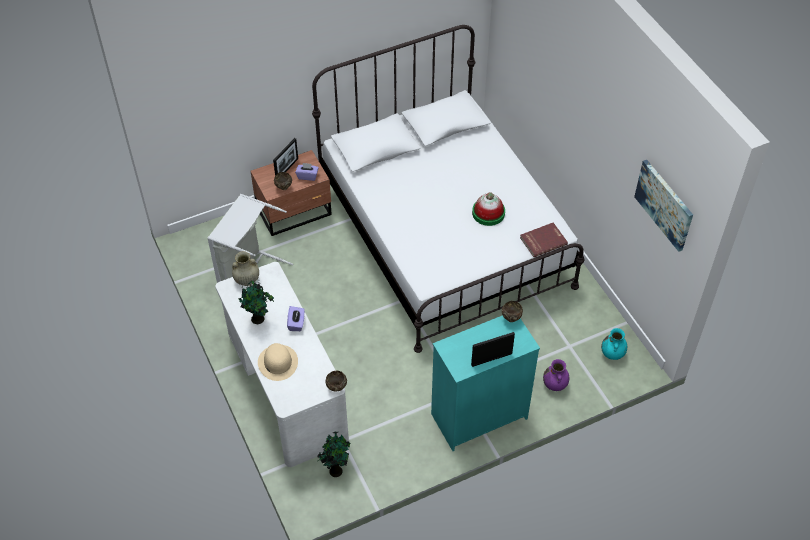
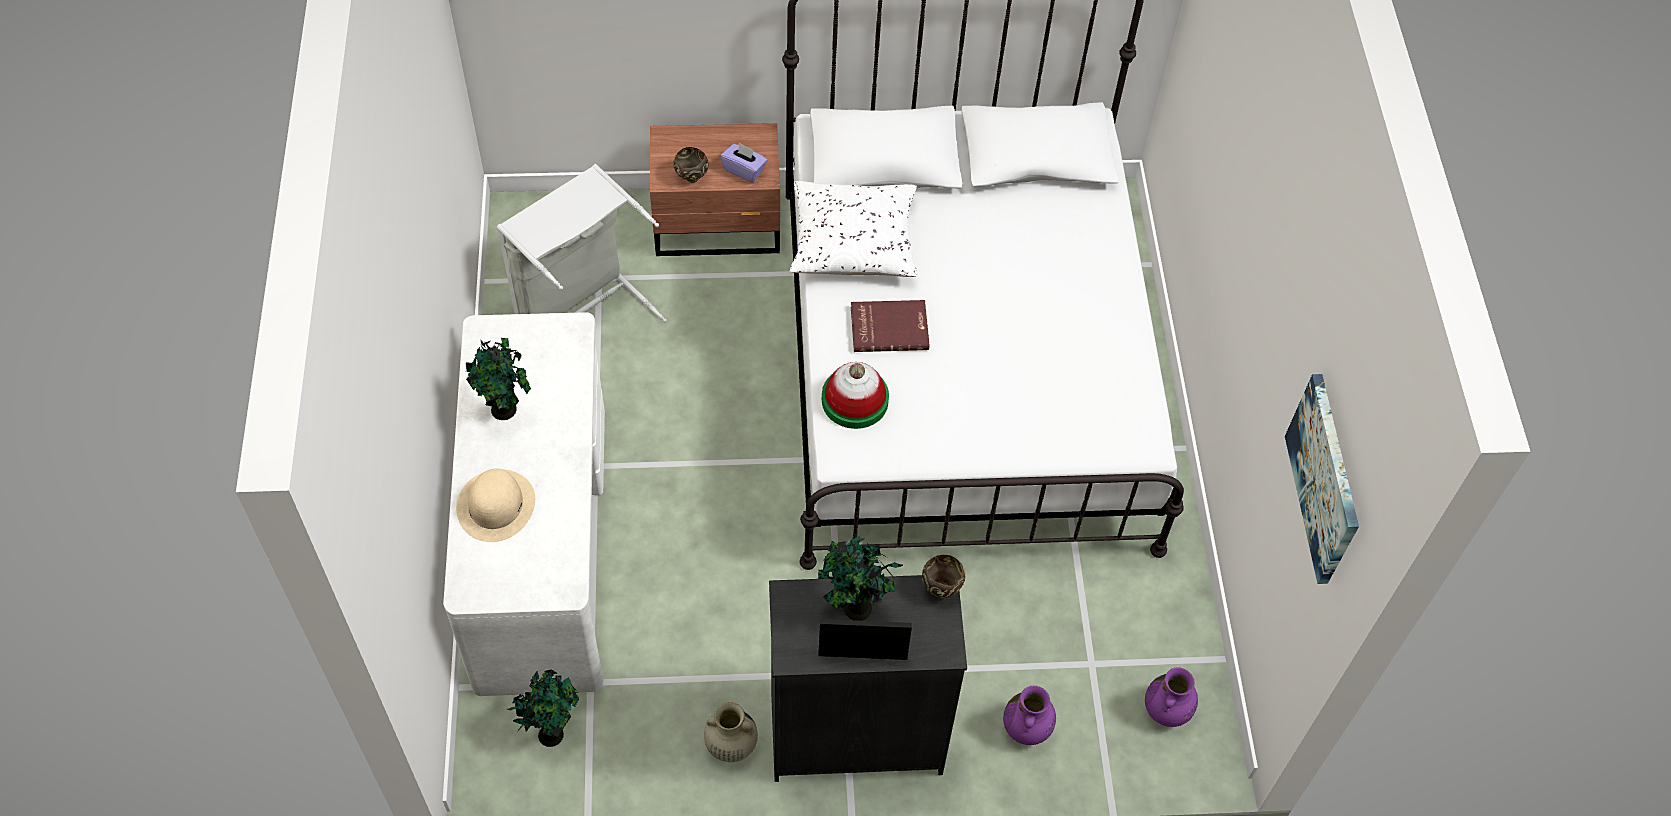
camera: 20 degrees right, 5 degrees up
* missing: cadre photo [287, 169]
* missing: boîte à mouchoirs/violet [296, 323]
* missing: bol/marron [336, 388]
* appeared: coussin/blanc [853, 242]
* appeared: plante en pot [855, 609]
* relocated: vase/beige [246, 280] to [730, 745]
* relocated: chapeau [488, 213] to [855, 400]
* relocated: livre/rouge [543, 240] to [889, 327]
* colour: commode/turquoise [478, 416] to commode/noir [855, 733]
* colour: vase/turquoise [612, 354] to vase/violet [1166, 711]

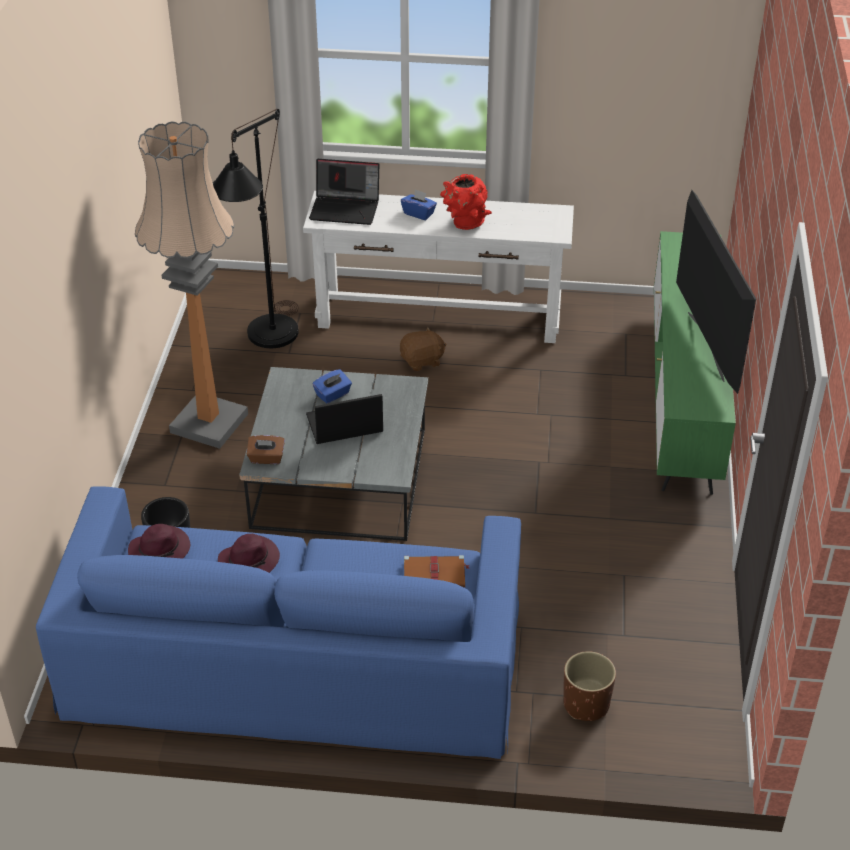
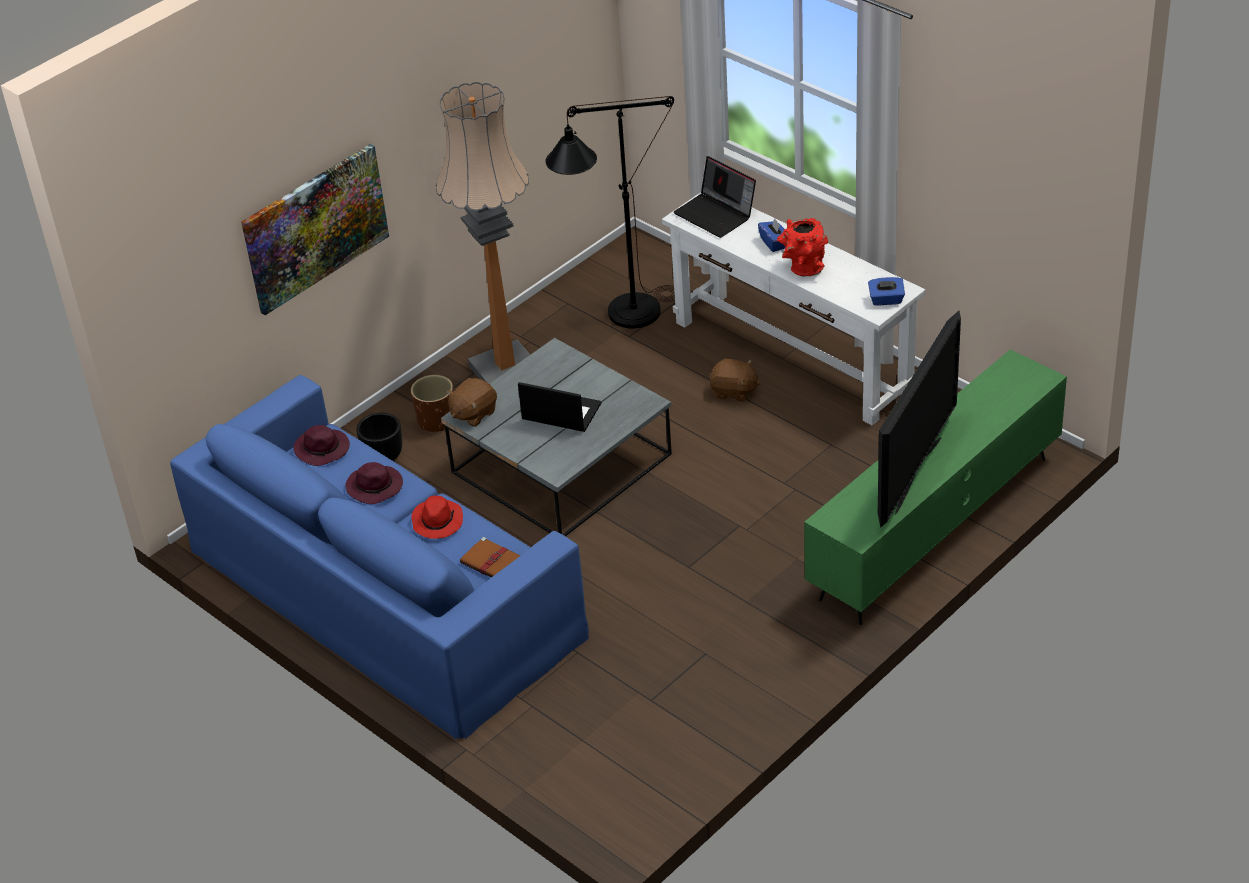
camera: 40 degrees right, 0 degrees up
* appeared: tableau [315, 228]
* appeared: chapeau/rouge [437, 521]
* relocated: boîte à mouchoirs/bleu [333, 395] to [886, 300]
* relocated: cache-pot/marron [585, 704] to [436, 421]
* exchanged: boîte à mouchoirs/marron [266, 458] to peluche/marron [473, 413]

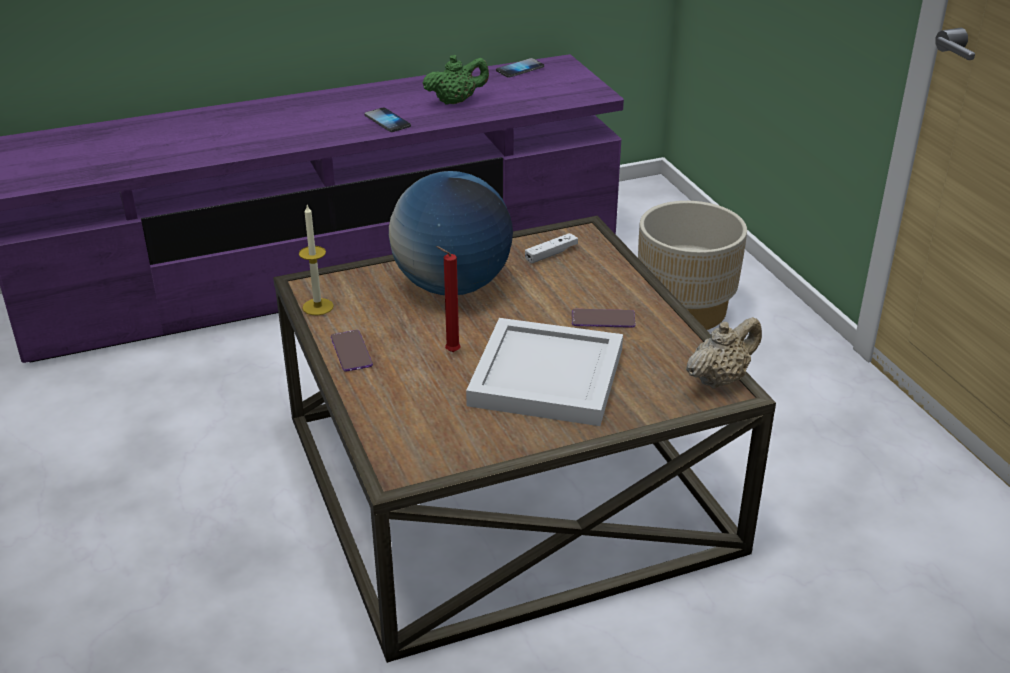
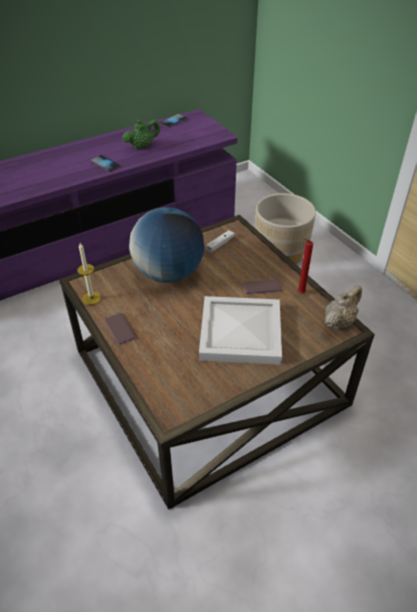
camera: 10 degrees left, 10 degrees up
* relocated: bougie/rouge [450, 352] to [299, 293]

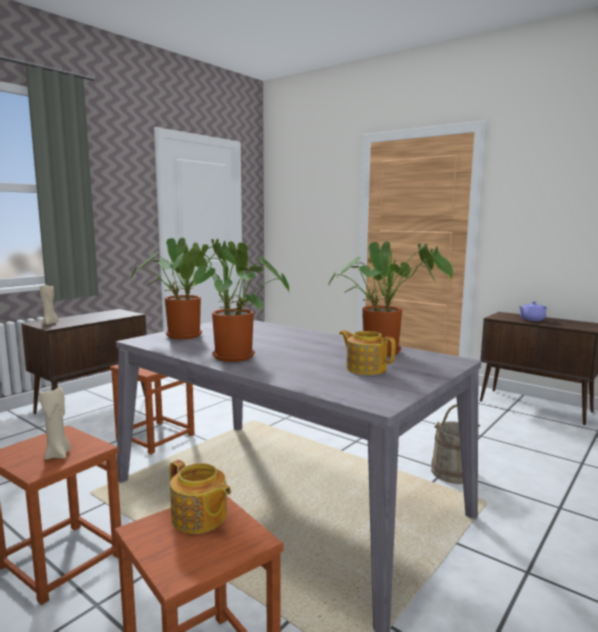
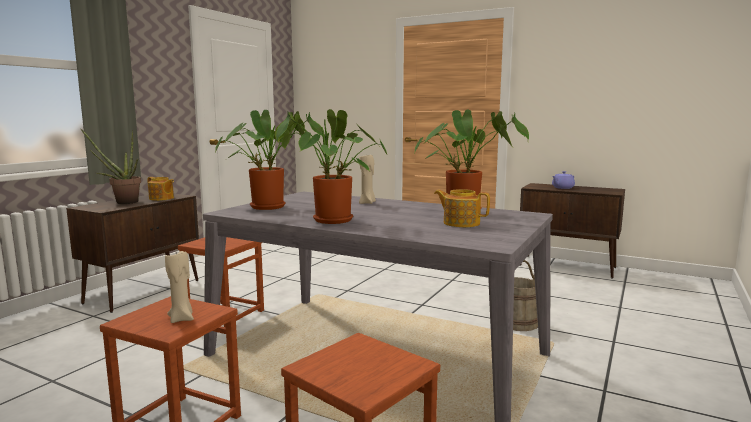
camera: 10 degrees left, 0 degrees up
* appeared: plante en pot [122, 202]
* relocated: bougie/beige [50, 323] to [367, 203]
* relocated: théière [199, 518] to [161, 198]

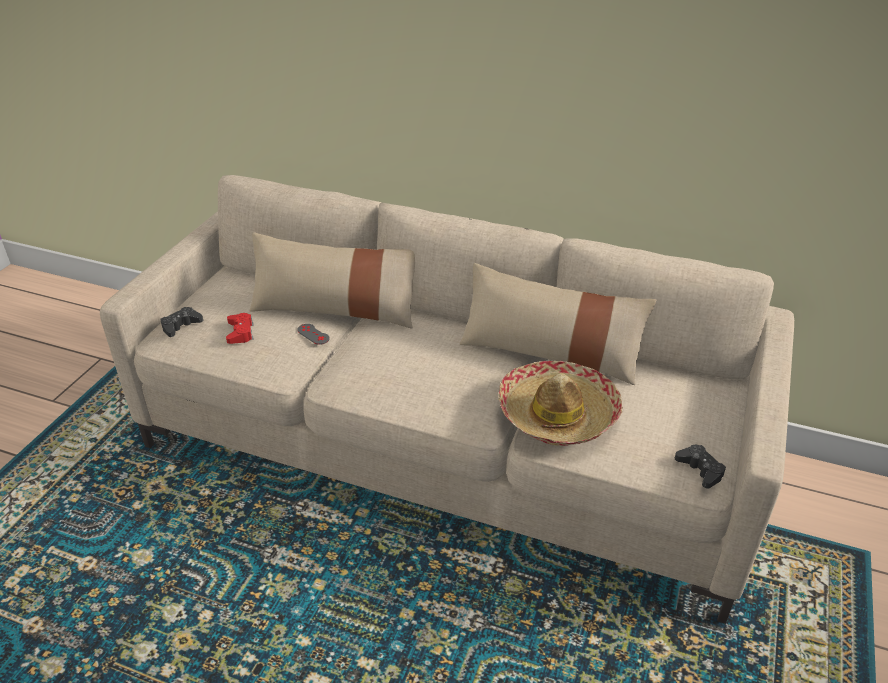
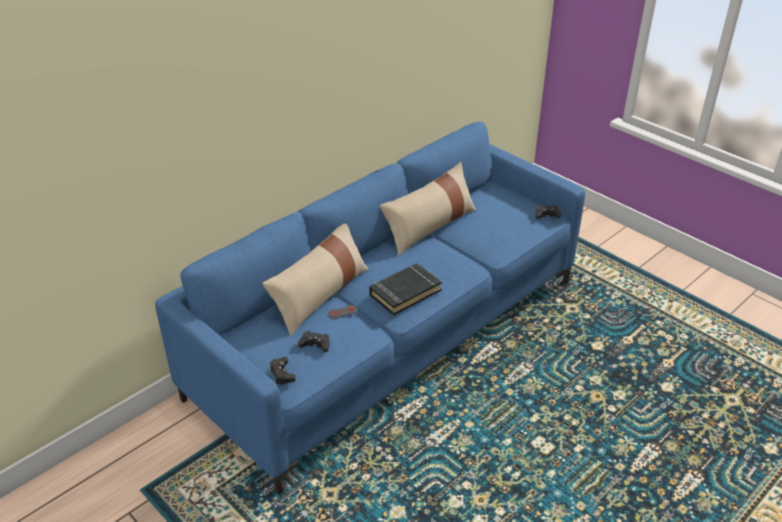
camera: 65 degrees left, 0 degrees up
* missing: chapeau [558, 414]
* appeared: livre/noir [405, 292]
* colour: canapé/beige [444, 451] to canapé/bleu [391, 337]
* colour: manette/rouge [240, 332] to manette/noir [315, 344]

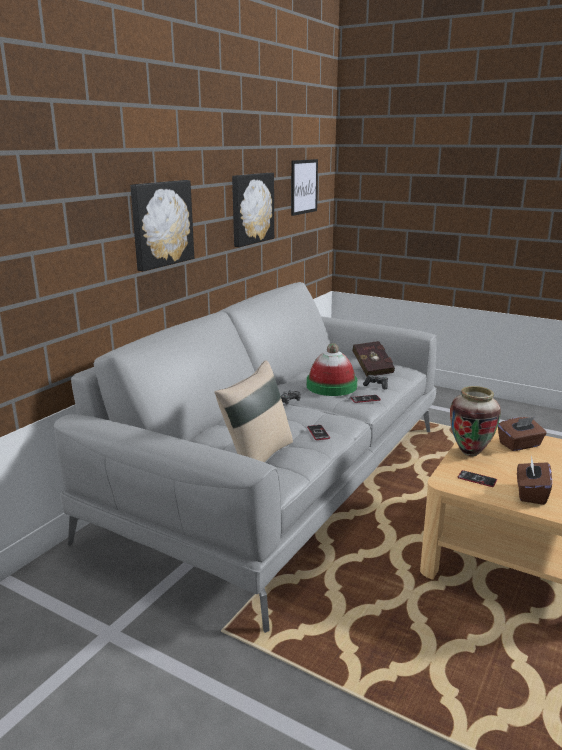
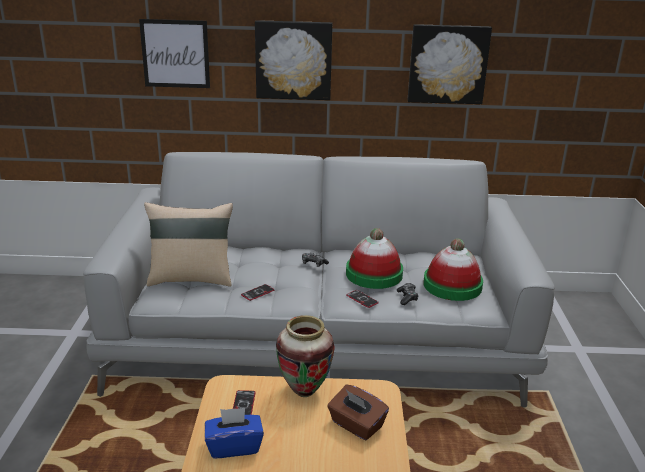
camera: 60 degrees right, 5 degrees up
* relocated: tableau [304, 186] to [175, 53]
* exchanged: livre/rouge [372, 369] to chapeau [452, 285]
* colour: boîte à mouchoirs/marron [530, 493] to boîte à mouchoirs/bleu [234, 446]

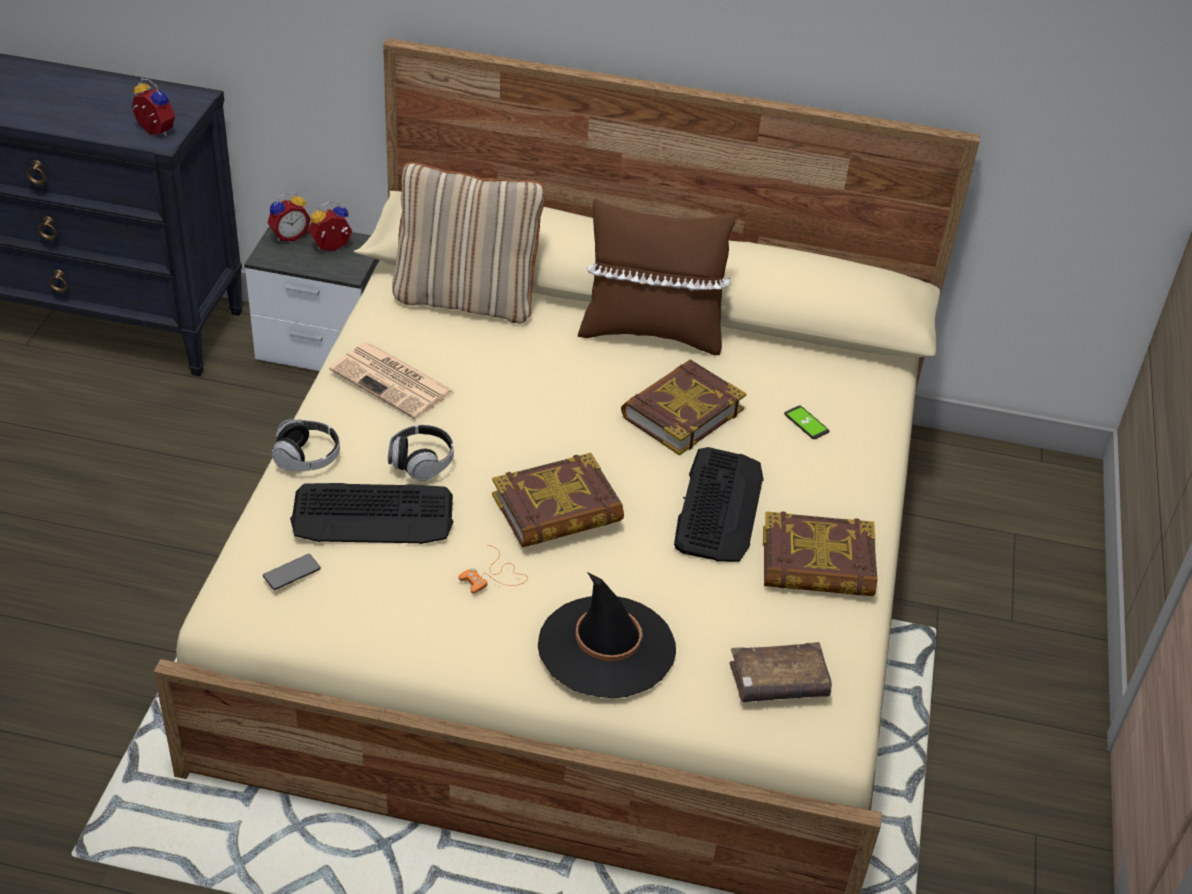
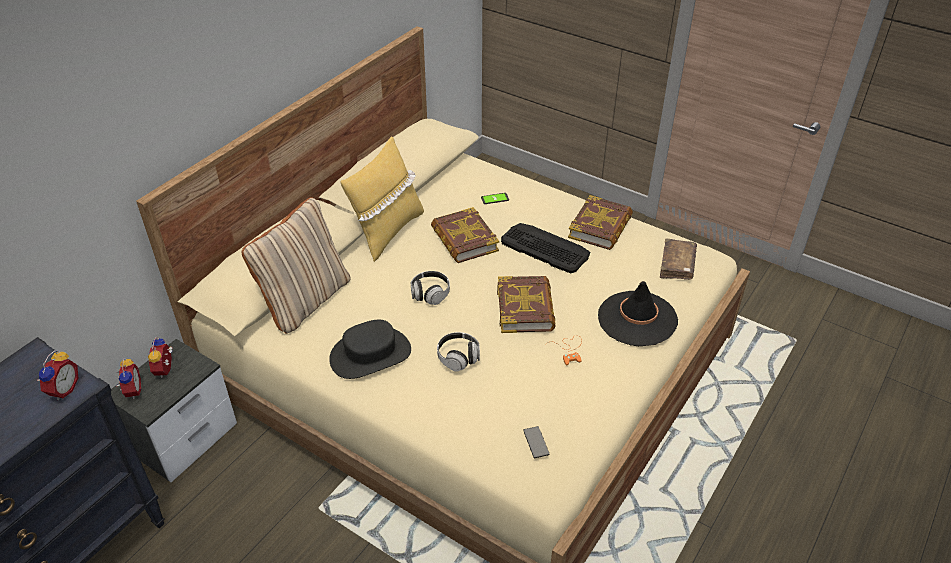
camera: 65 degrees left, 0 degrees up
* missing: clavier [373, 515]
* relocated: casque audio [307, 457] to [430, 294]
* exchanged: journal [394, 382] to chapeau/noir [370, 354]
* colour: coussin/marron [651, 332] to coussin/jaune [387, 232]
* spun: réveil [153, 132] = [63, 389] 135 degrees clockwise

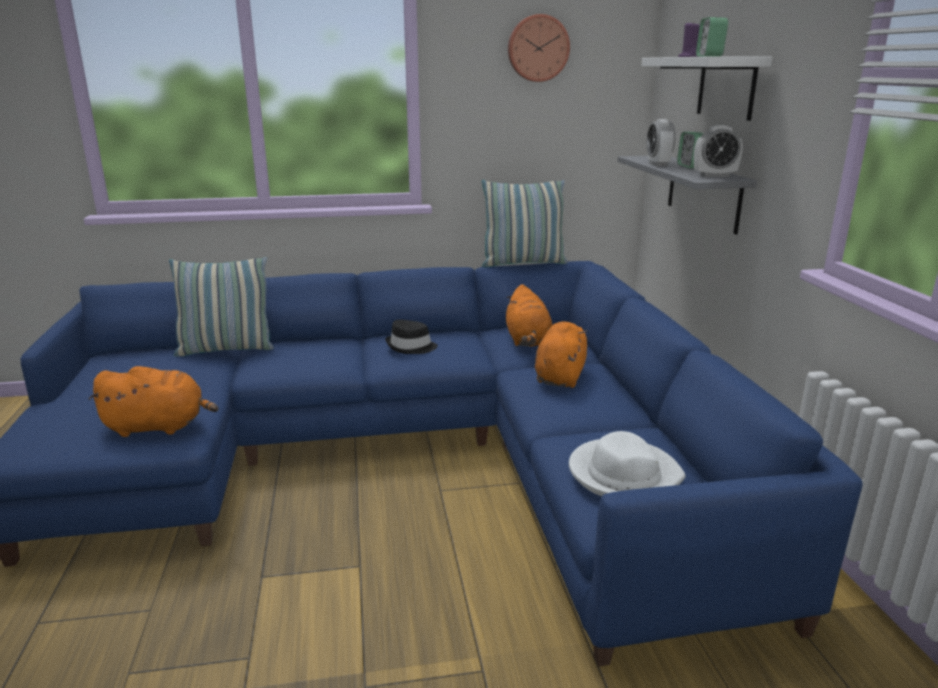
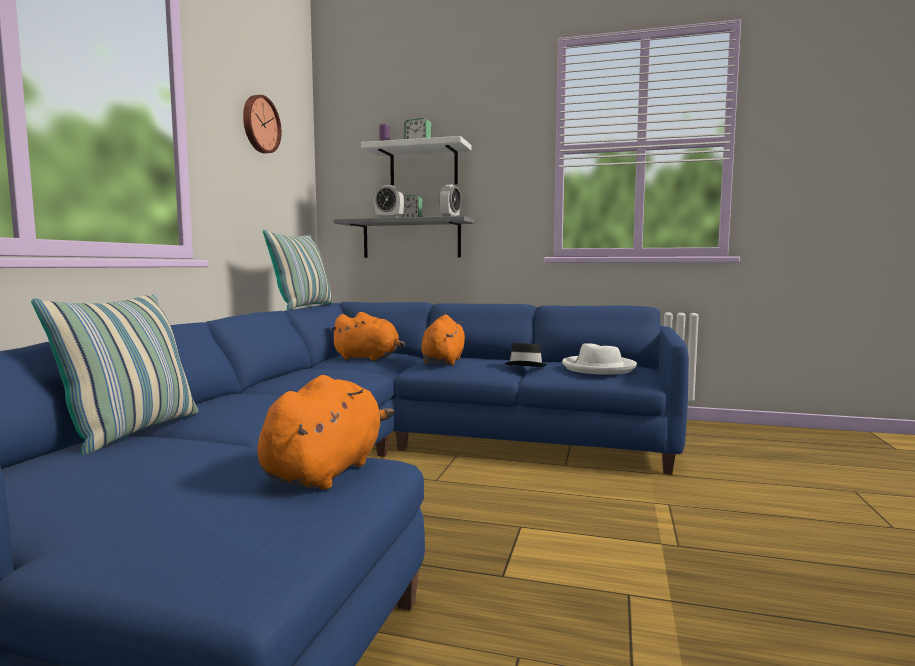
camera: 65 degrees left, 15 degrees down
* relocated: chapeau/noir [411, 347] to [526, 365]
* spun: peluche/orange [560, 376] = [443, 361] 60 degrees clockwise

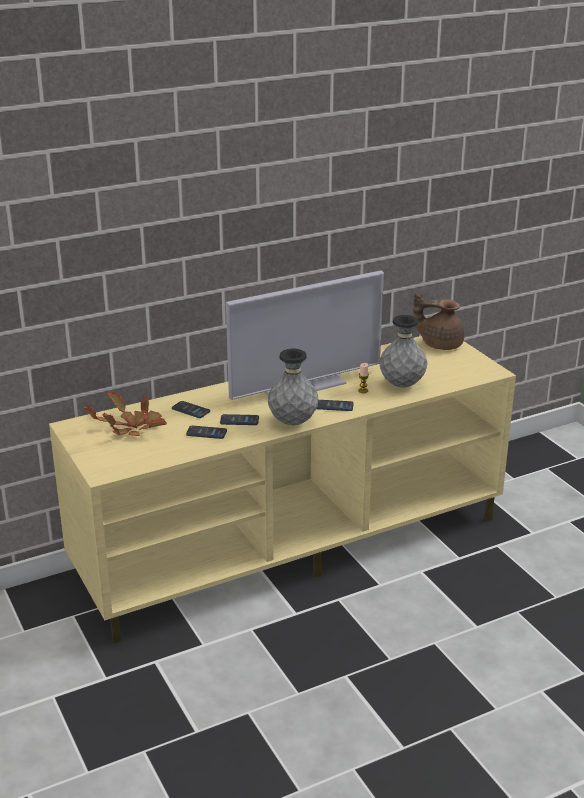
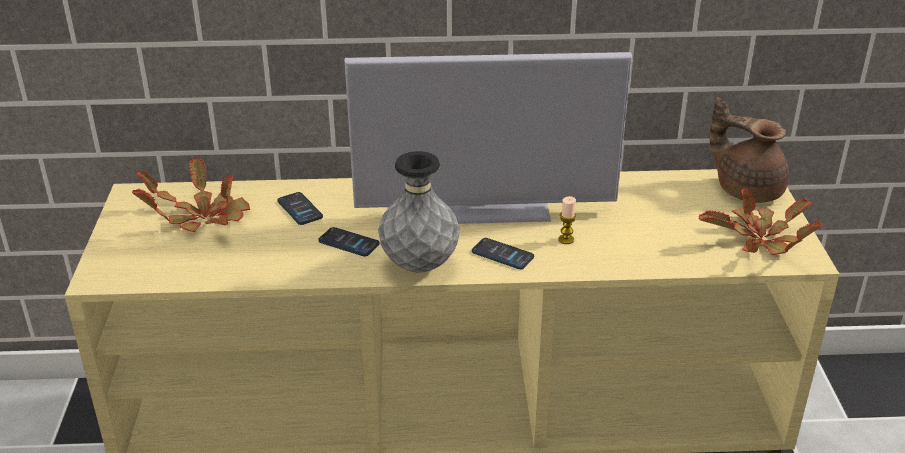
camera: 25 degrees right, 5 degrees up
* missing: téléphone [206, 433]
* missing: vase/gris [402, 385]
* appeared: plante en pot [759, 240]

